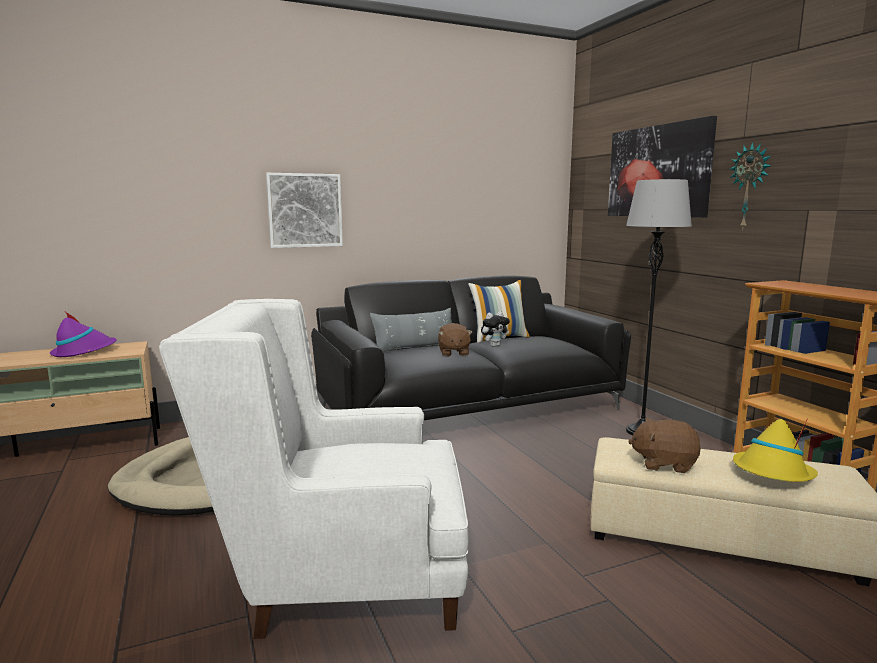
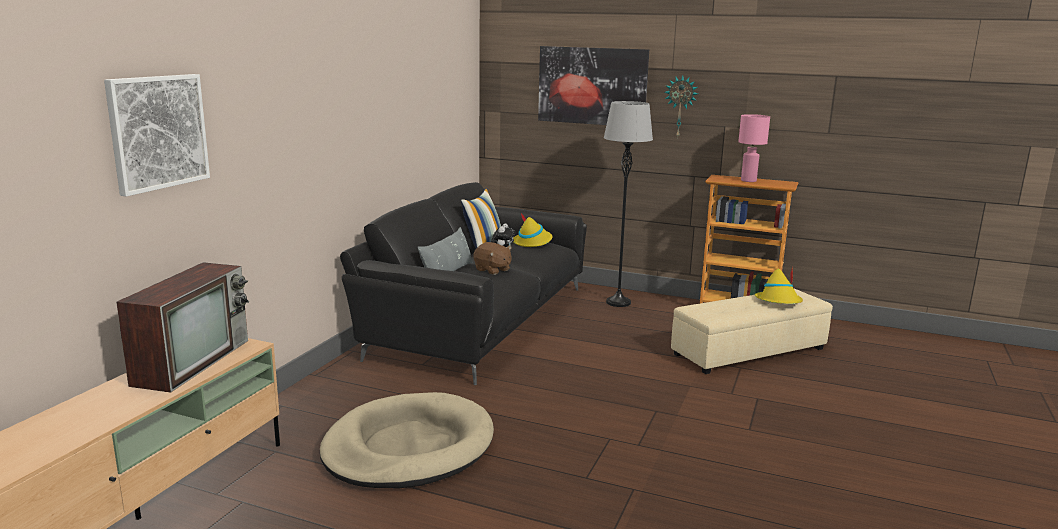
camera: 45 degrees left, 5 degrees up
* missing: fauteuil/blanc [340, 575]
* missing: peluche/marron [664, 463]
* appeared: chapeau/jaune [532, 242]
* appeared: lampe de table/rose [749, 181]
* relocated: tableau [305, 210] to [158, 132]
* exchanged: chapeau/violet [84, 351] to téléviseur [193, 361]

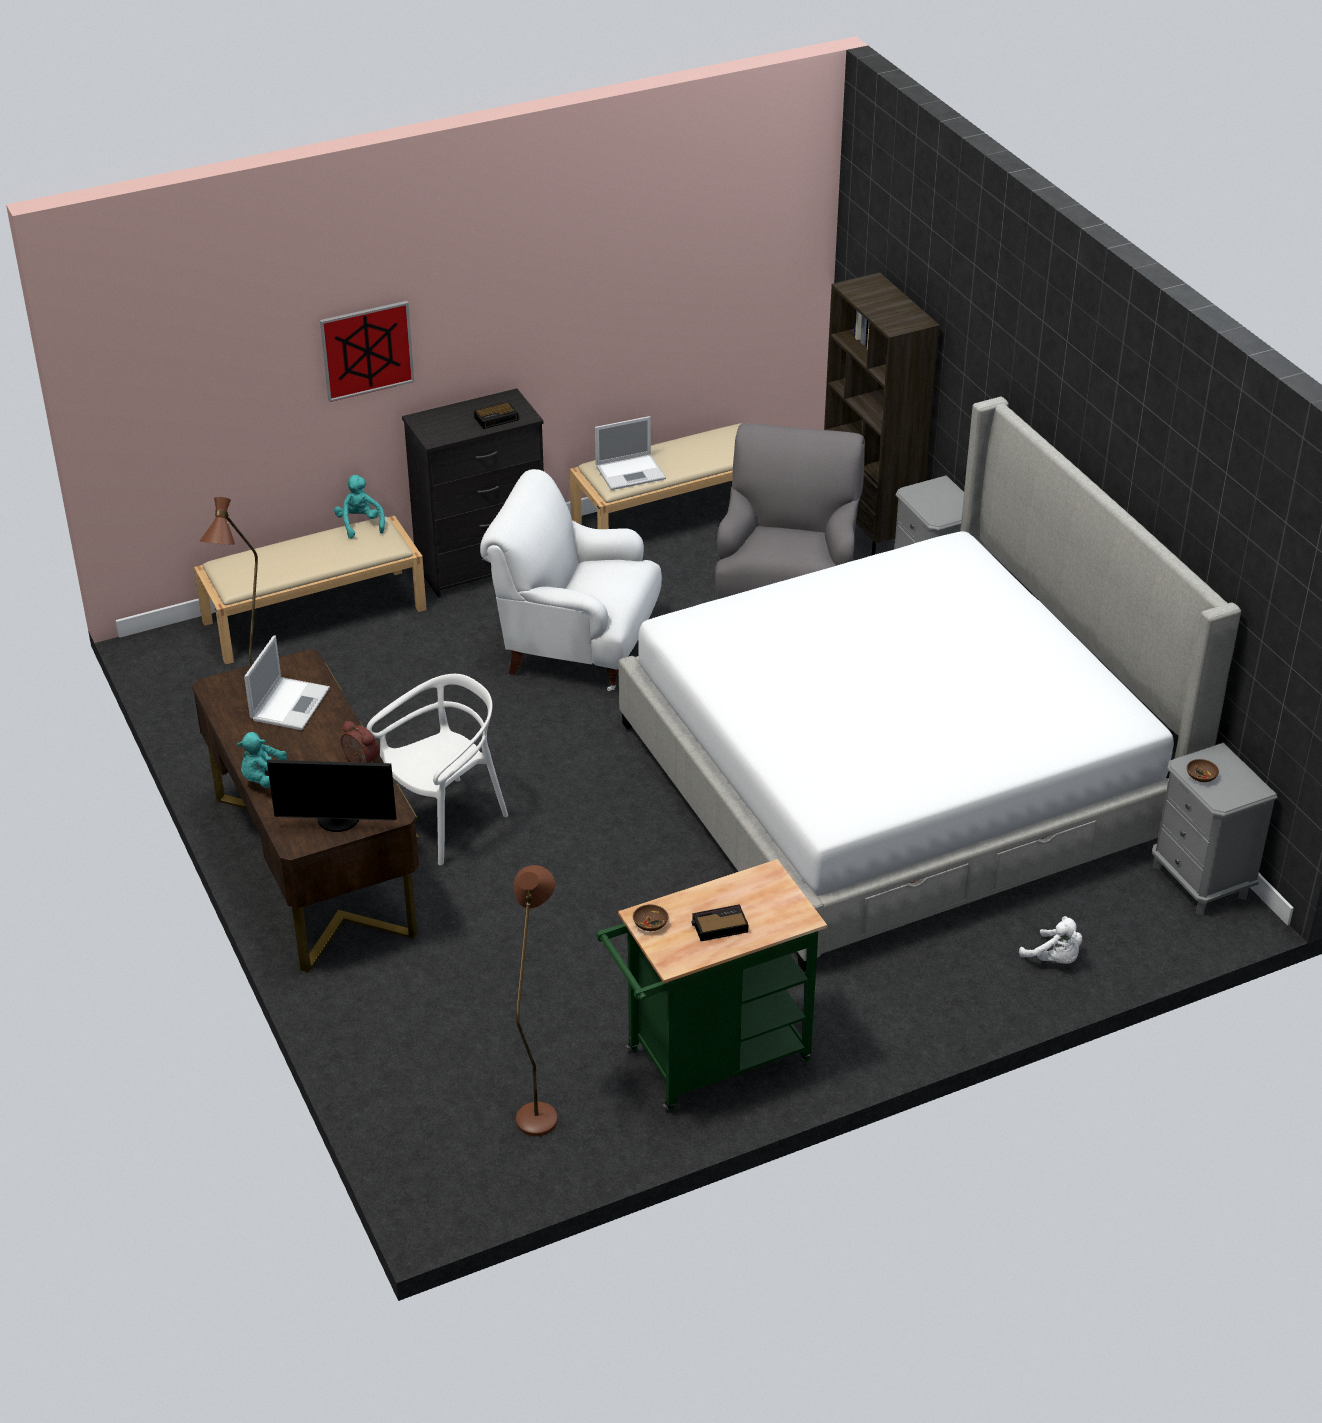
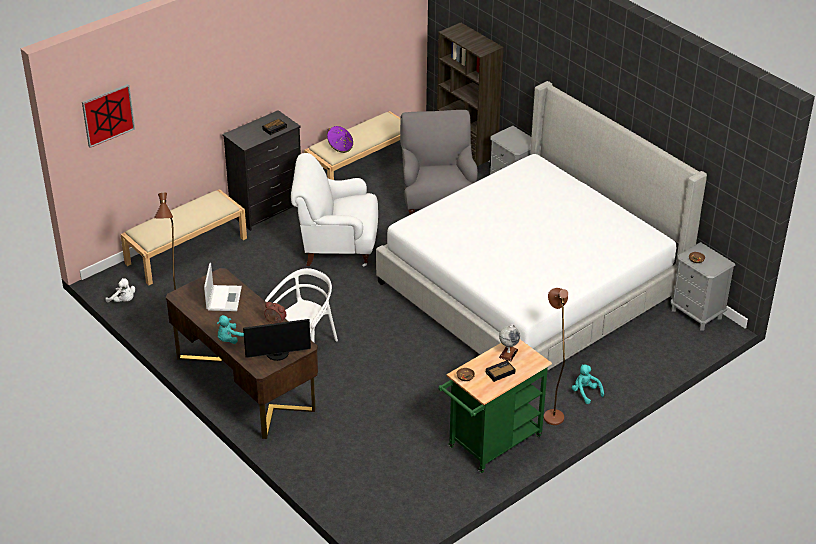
camera: 15 degrees left, 0 degrees up
* appeared: globe [508, 353]
* relocated: tableau [367, 350] to [108, 115]
* relocated: peluche/turquoise [360, 524] to [585, 392]
* relocated: lampadaire/marron [538, 1108] to [551, 412]
* relocated: peluche/blanc [1054, 959] to [123, 301]
* exchanged: ordinateur portable [631, 472] to chapeau/violet [340, 147]

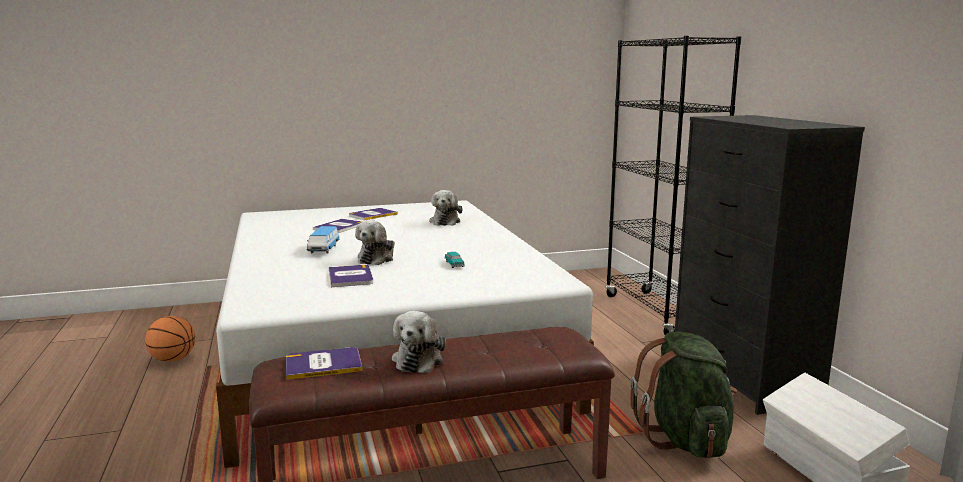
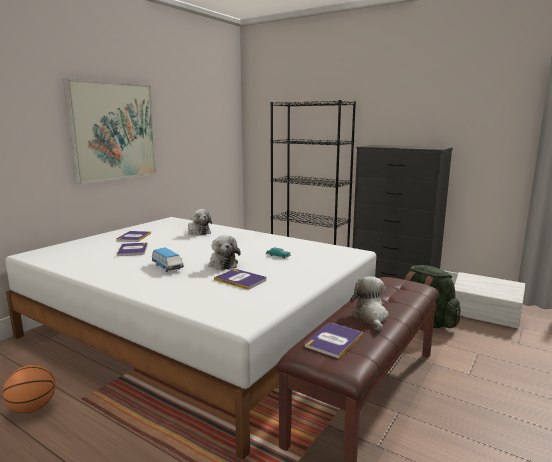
camera: 40 degrees left, 0 degrees up
* appeared: tableau [113, 131]
* spun: peluche [419, 359] = [371, 317] 150 degrees counterclockwise

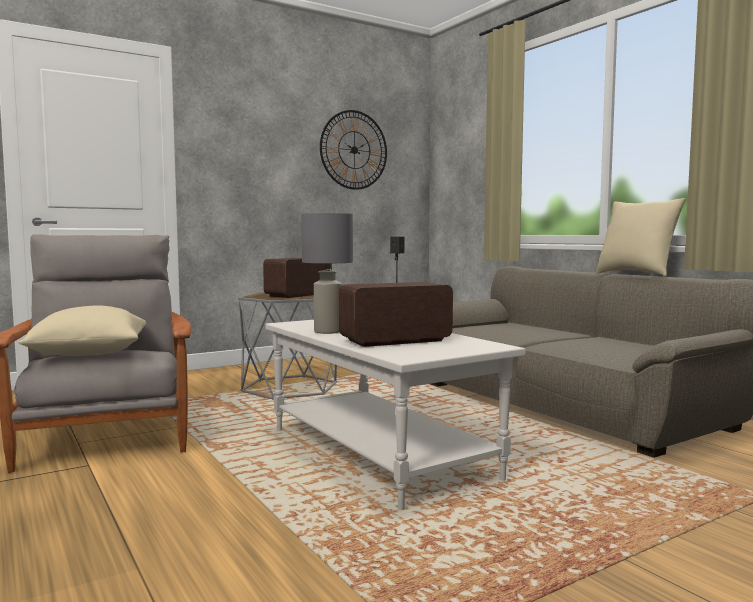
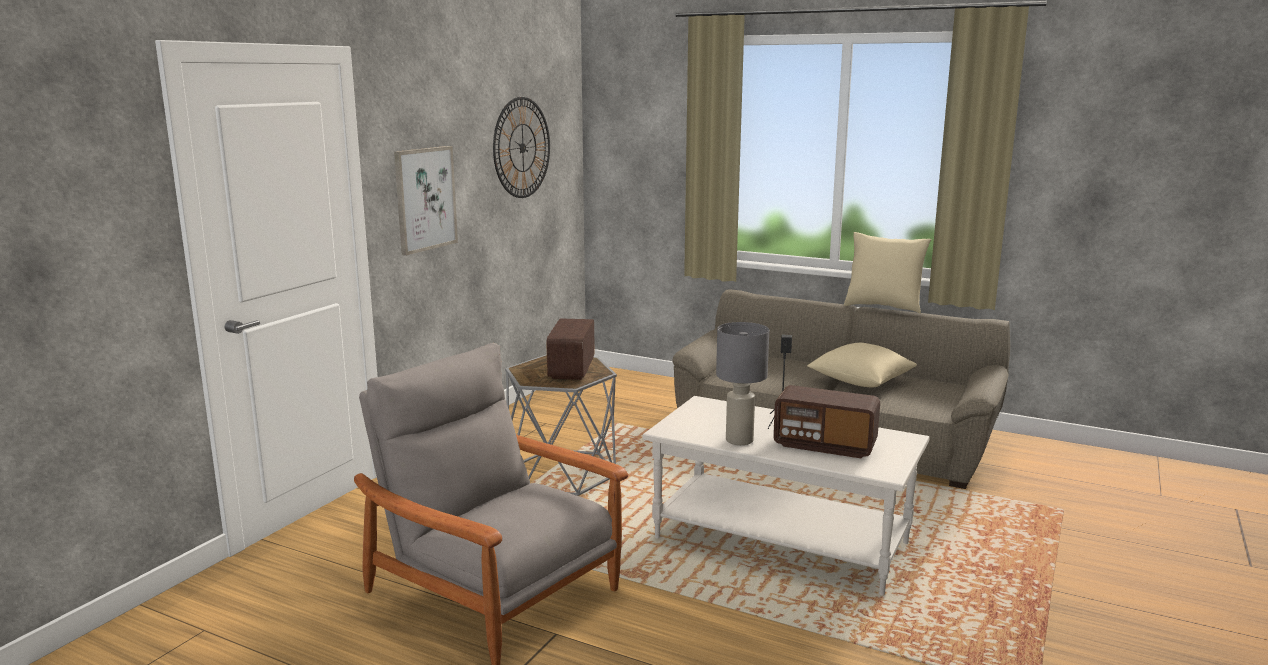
camera: 30 degrees left, 10 degrees up
* appeared: tableau [425, 199]
* relocated: coussin/beige [88, 354] to [860, 381]
* spun: radio [395, 340] = [825, 445] 105 degrees counterclockwise

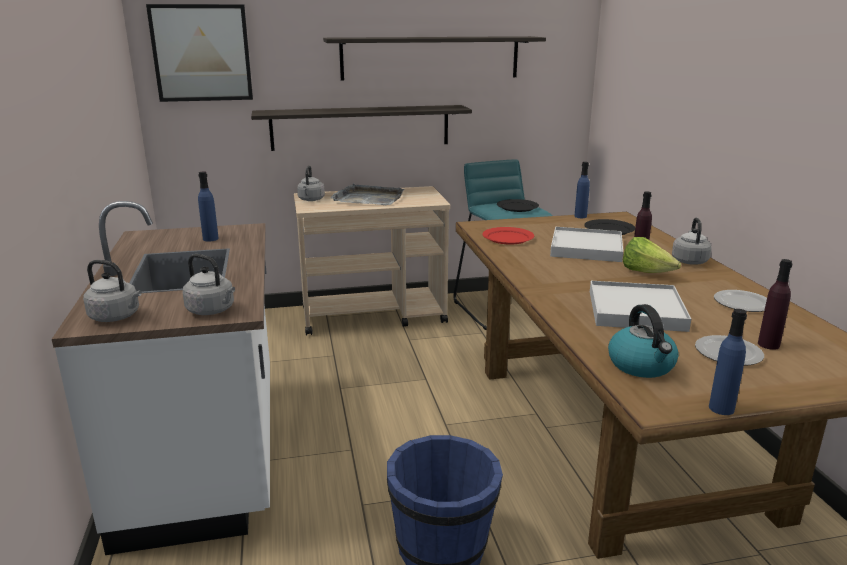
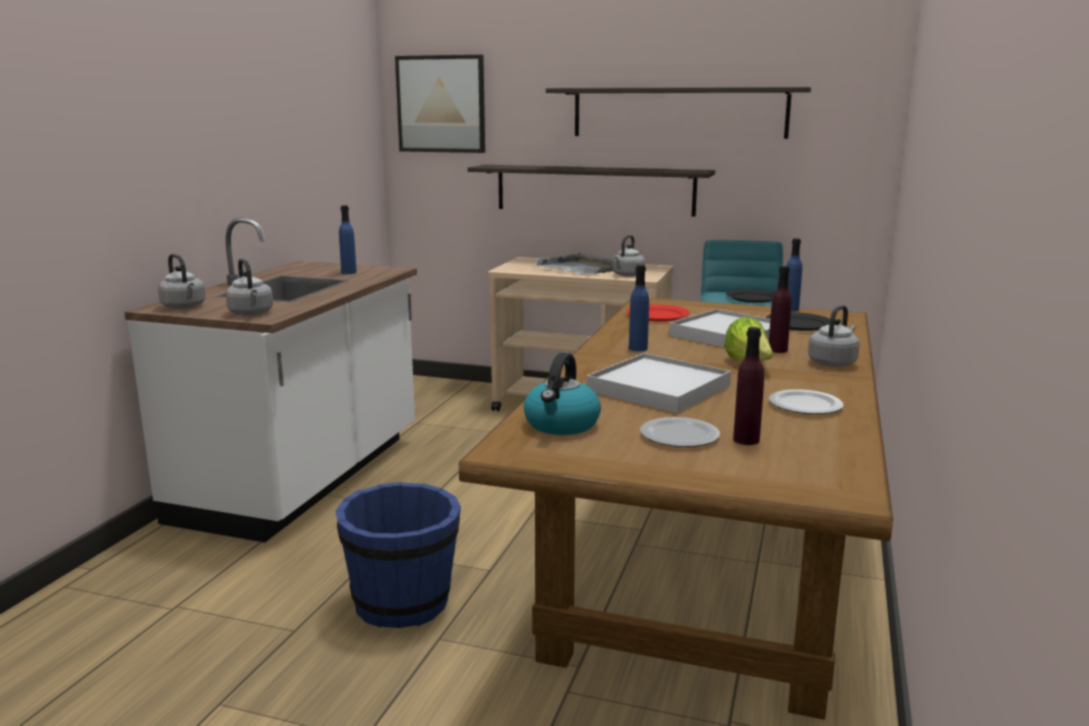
camera: 30 degrees right, 5 degrees down
* relocated: bouilloire/gris [311, 200] to [627, 275]
* relocated: bouteille/bleu [721, 408] to [638, 348]

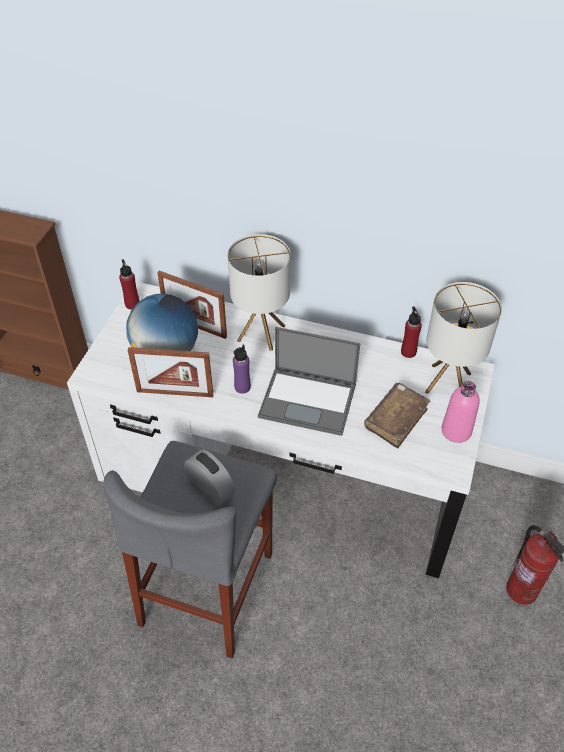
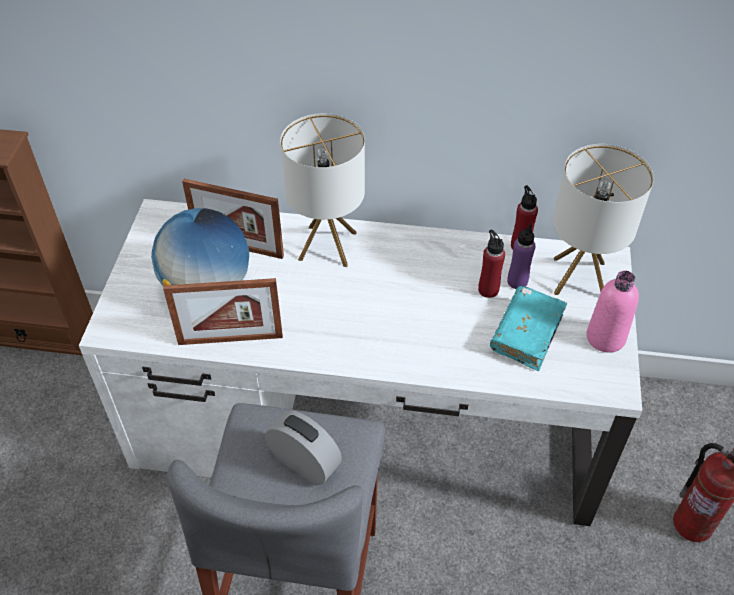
camera: 10 degrees left, 0 degrees up
* missing: ordinateur portable [309, 401]
* relocated: bouteille/rouge [132, 304] to [488, 289]
* relocated: bouteille/violet [242, 387] to [517, 281]
* colour: livre/marron [396, 419] to livre/turquoise [526, 334]

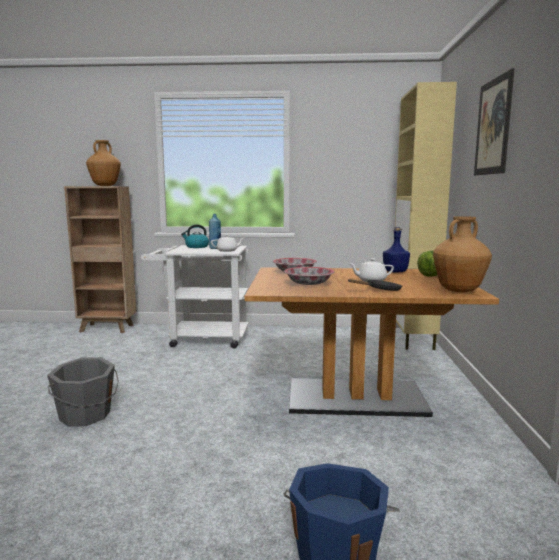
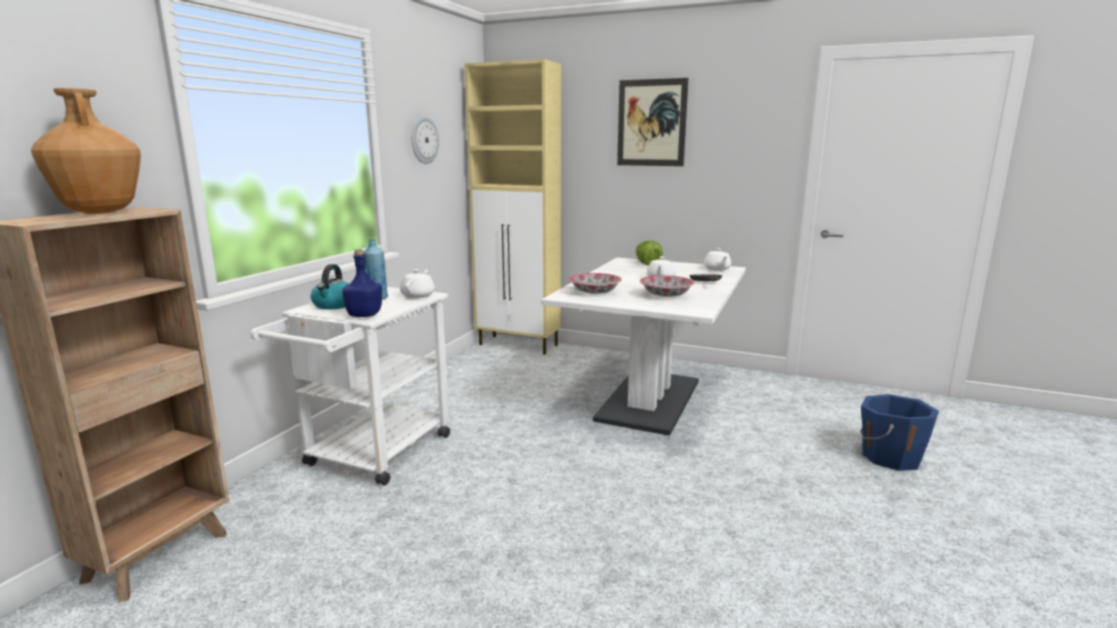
camera: 70 degrees left, 5 degrees up
* missing: seau/gris [85, 415]
* appeared: horloge murale [424, 140]
* relocated: bouteille/bleu [395, 271] to [364, 315]
* exchanged: vase/marron [458, 291] to théière/blanc [717, 269]
* colour: table à manger/marron [356, 398] to table à manger/blanc [649, 400]

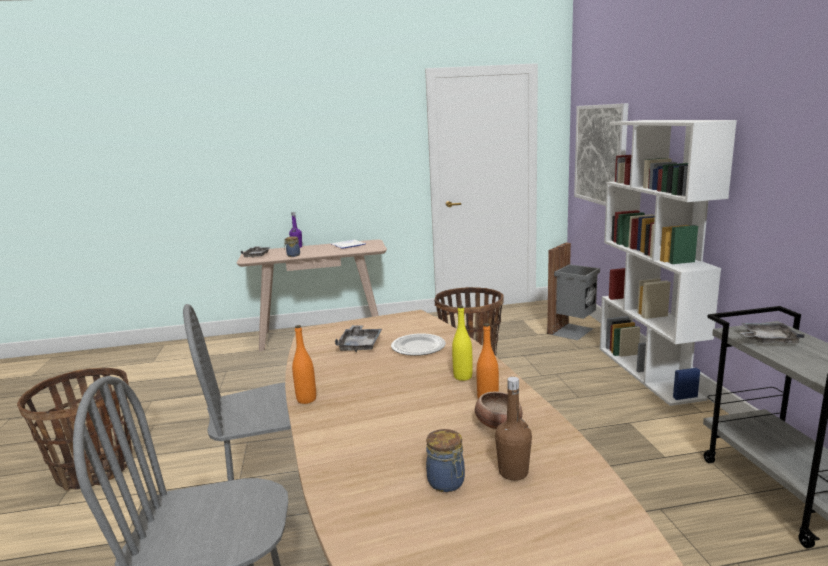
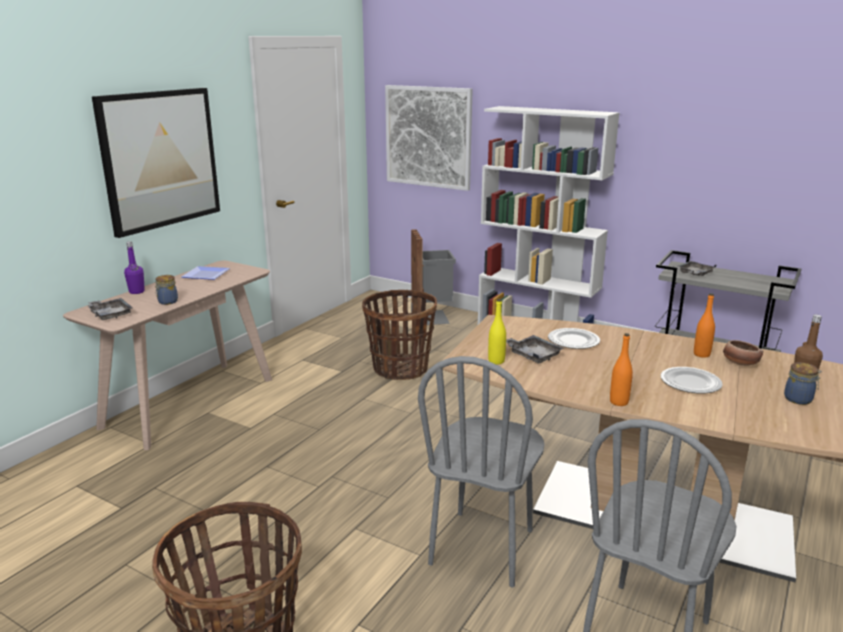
camera: 50 degrees left, 5 degrees up
* appeared: tableau [160, 159]
* appeared: assiette [690, 382]
* relocated: bouteille/jaune [463, 377] to [496, 361]

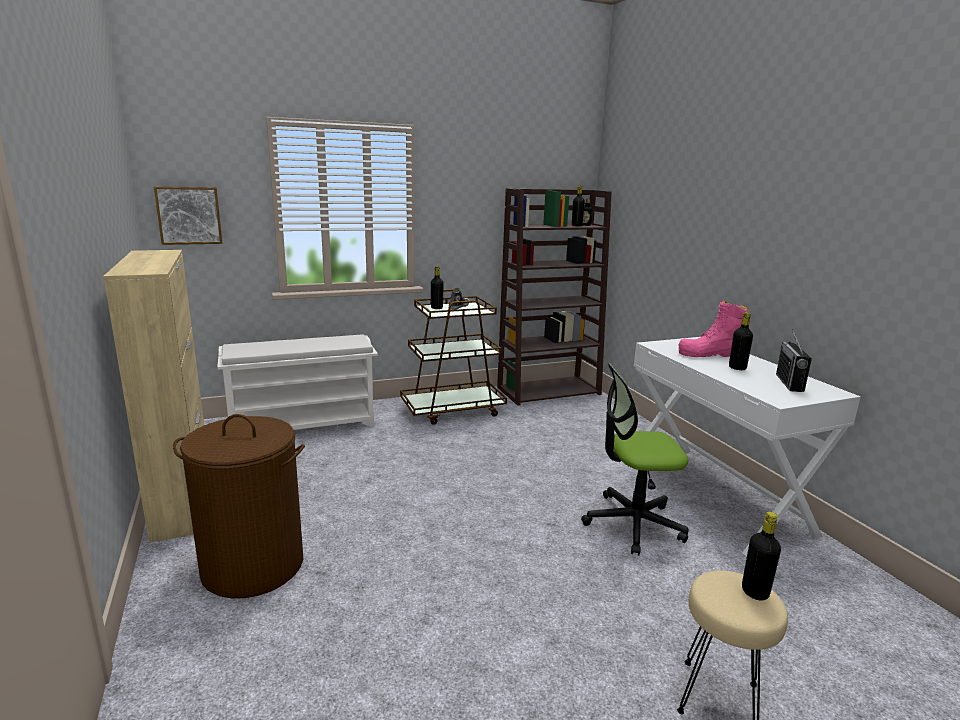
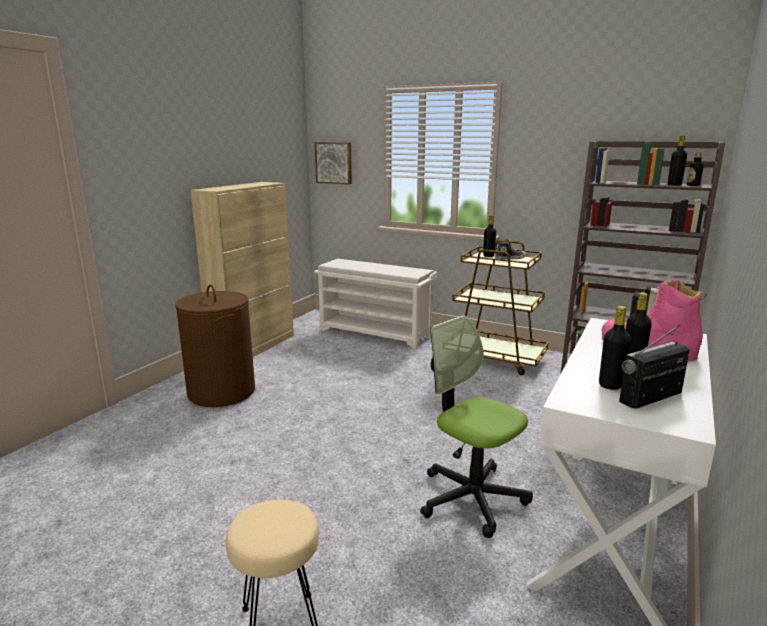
camera: 50 degrees right, 0 degrees up
* relocated: bouteille/noir [755, 592] to [610, 385]

